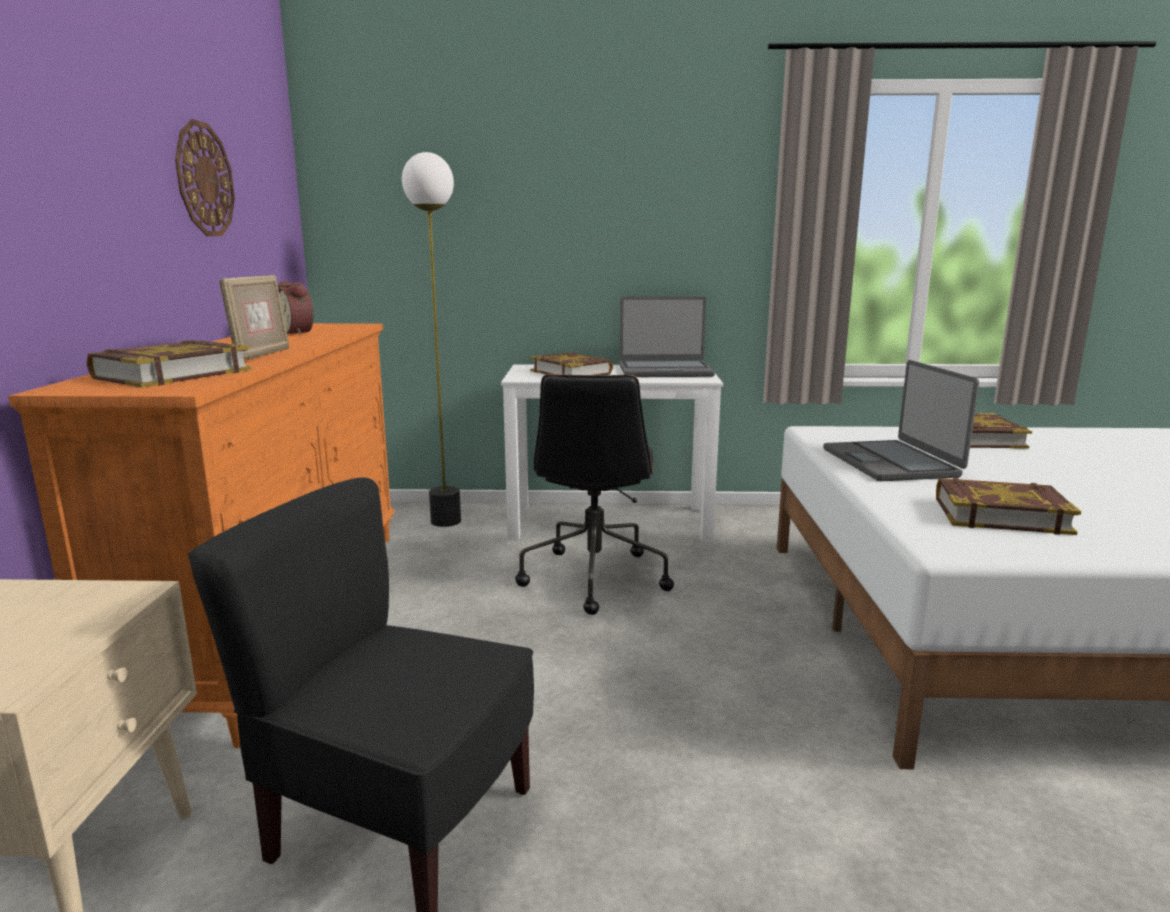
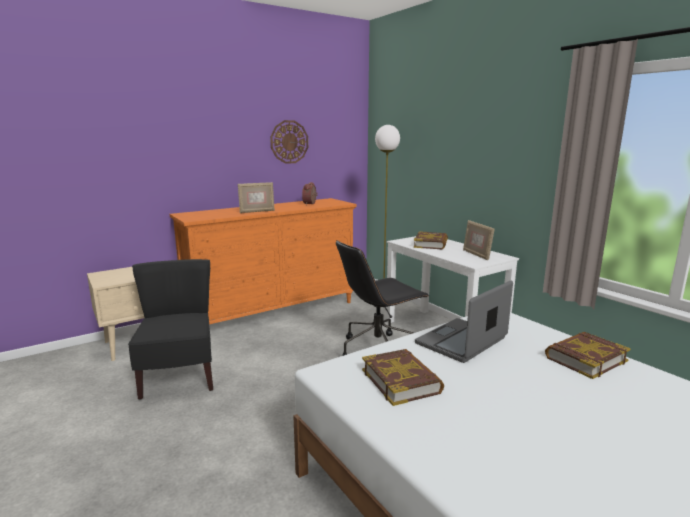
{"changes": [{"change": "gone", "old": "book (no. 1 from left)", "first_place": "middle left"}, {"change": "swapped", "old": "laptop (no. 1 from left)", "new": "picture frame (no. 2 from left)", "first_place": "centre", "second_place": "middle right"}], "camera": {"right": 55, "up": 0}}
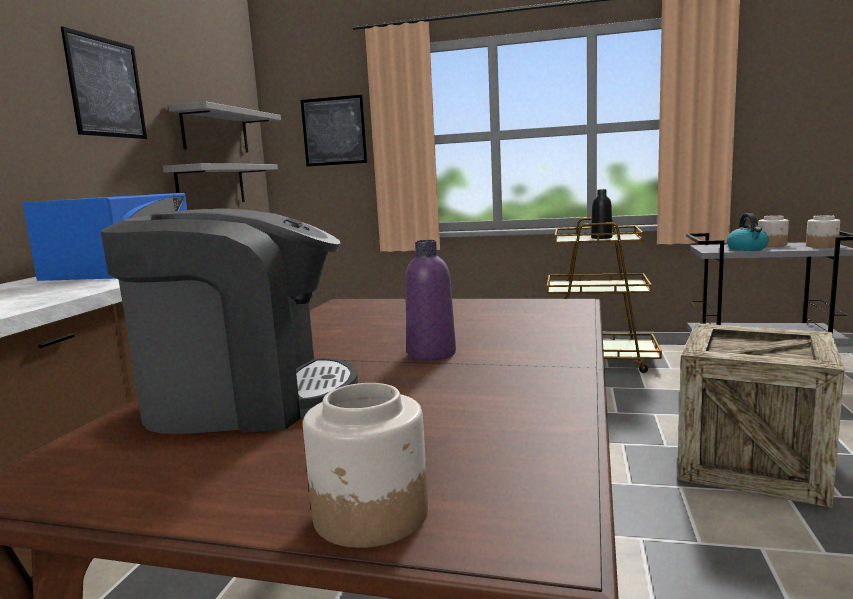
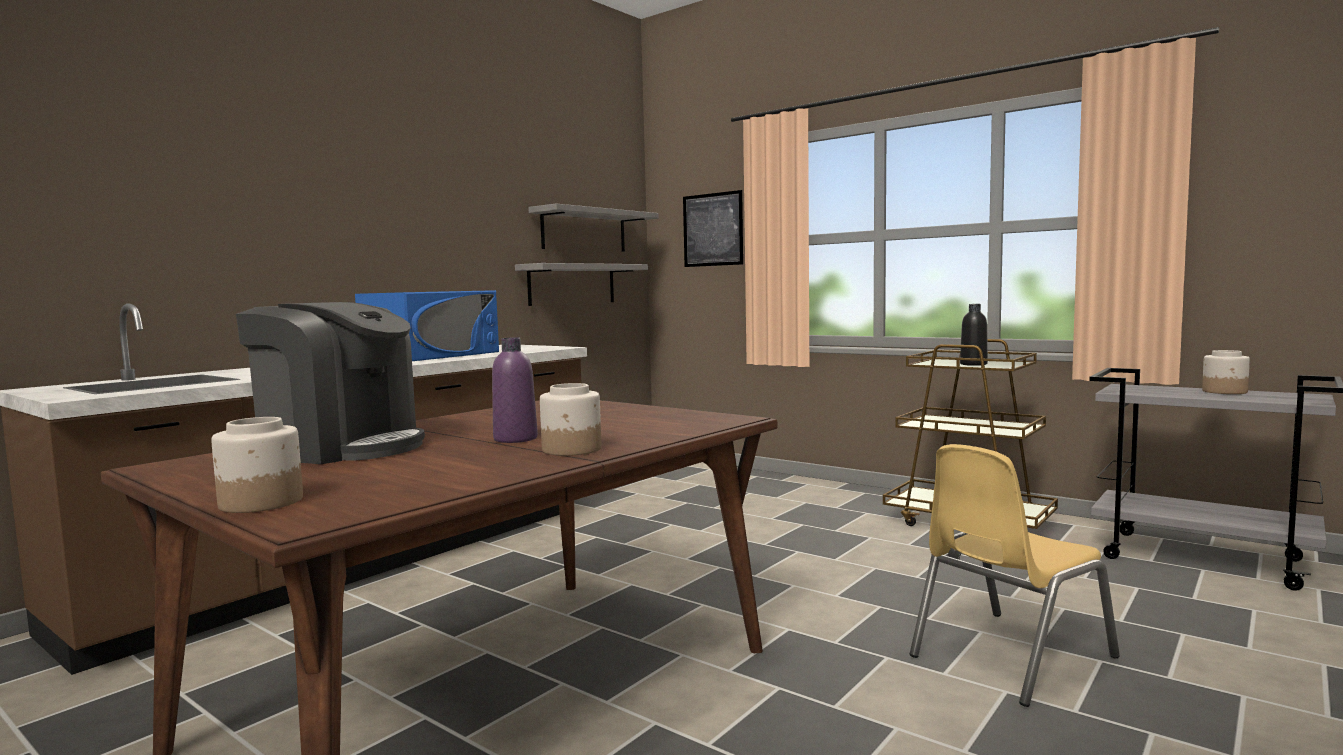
{"changes": [{"change": "gone", "old": "picture (no. 1 from left)", "first_place": "top left"}, {"change": "swapped", "old": "crate", "new": "yellow chair", "first_place": "bottom right", "second_place": "bottom right"}, {"change": "gone", "old": "kettle", "first_place": "middle right"}, {"change": "shifted", "old": "jar (no. 3 from left in the first image)", "new": "jar (no. 2 from left)", "first_place": "middle right", "second_place": "centre"}], "camera": {"right": 25, "up": -5}}
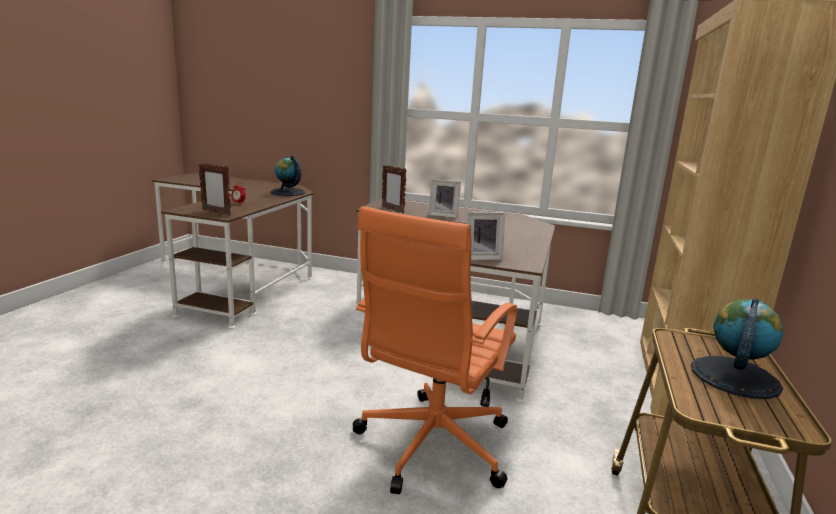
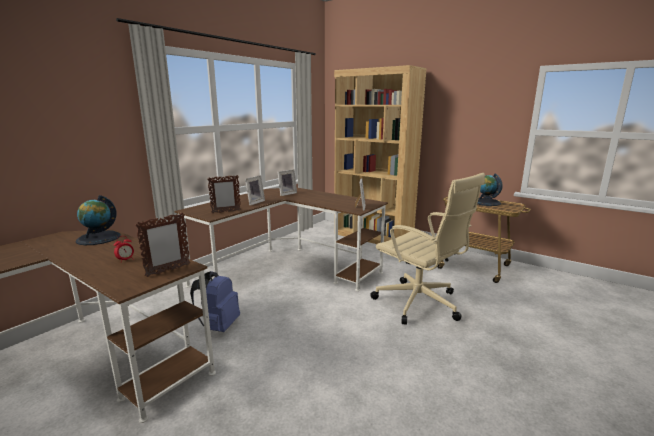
{"changes": [{"change": "repainted", "old": "orange office chair", "new": "beige office chair", "first_place": "bottom centre", "second_place": "centre"}, {"change": "new", "new": "blue backpack", "second_place": "bottom left"}, {"change": "new", "new": "picture frame (no. 4 from left)", "second_place": "centre"}], "camera": {"right": -70, "up": 0}}
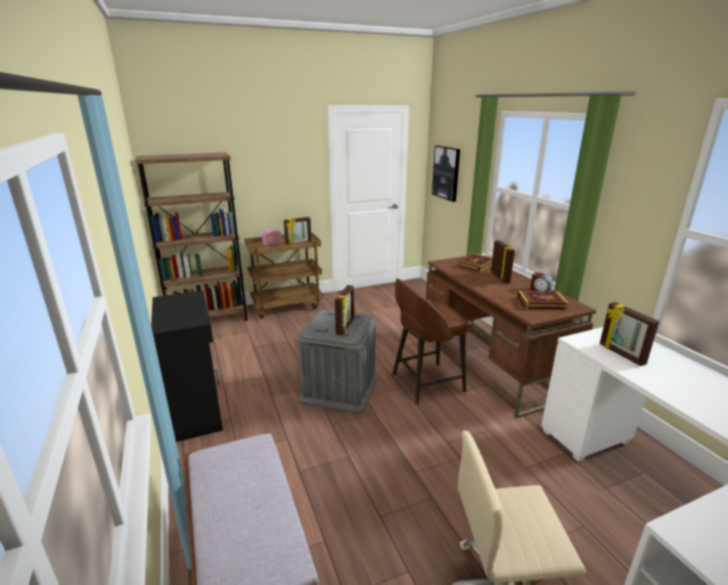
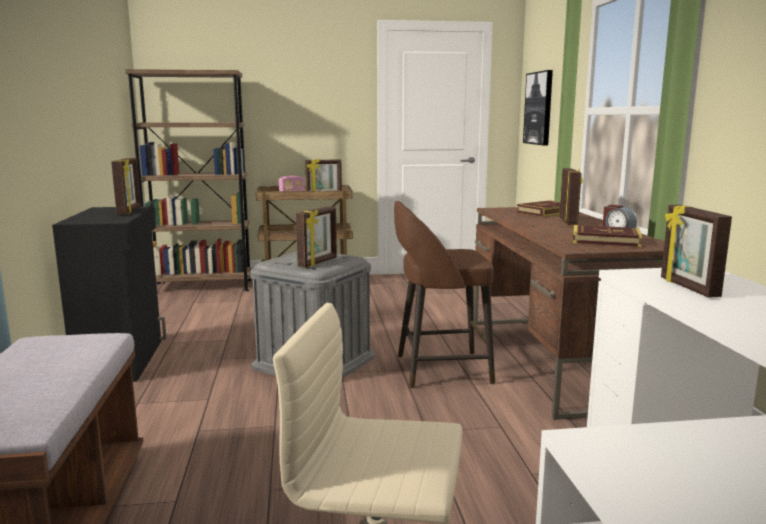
{"changes": [{"change": "new", "new": "picture frame (no. 1 from left)", "second_place": "middle left"}], "camera": {"right": 15, "up": -10}}
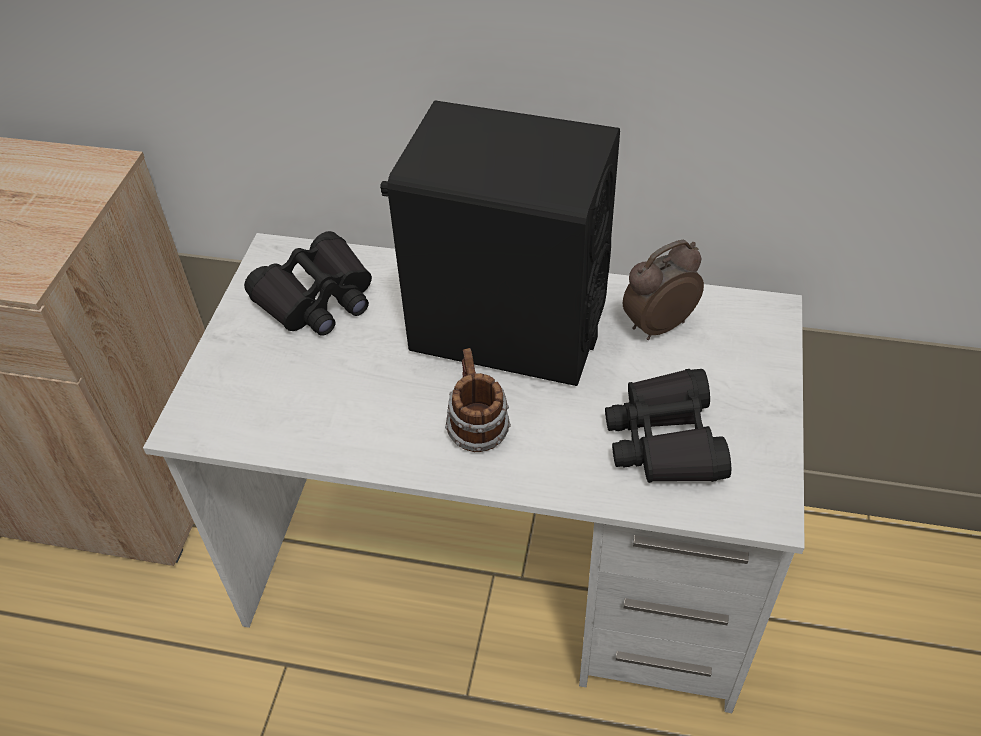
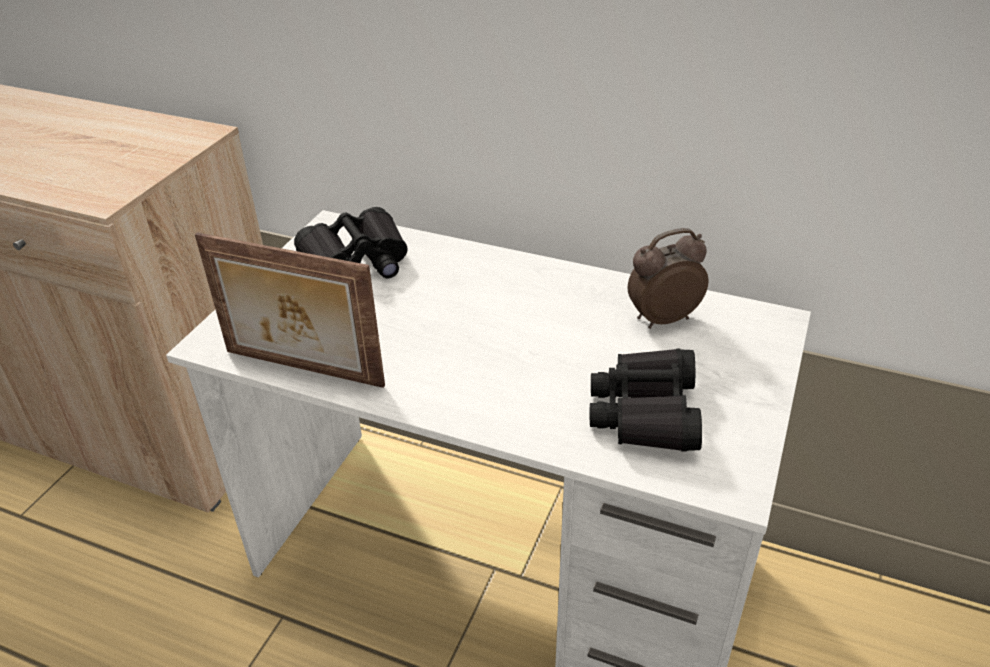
{"changes": [{"change": "gone", "old": "black speaker", "first_place": "top centre"}, {"change": "gone", "old": "mug", "first_place": "centre"}, {"change": "new", "new": "picture frame", "second_place": "middle left"}], "camera": {"right": 10, "up": -10}}
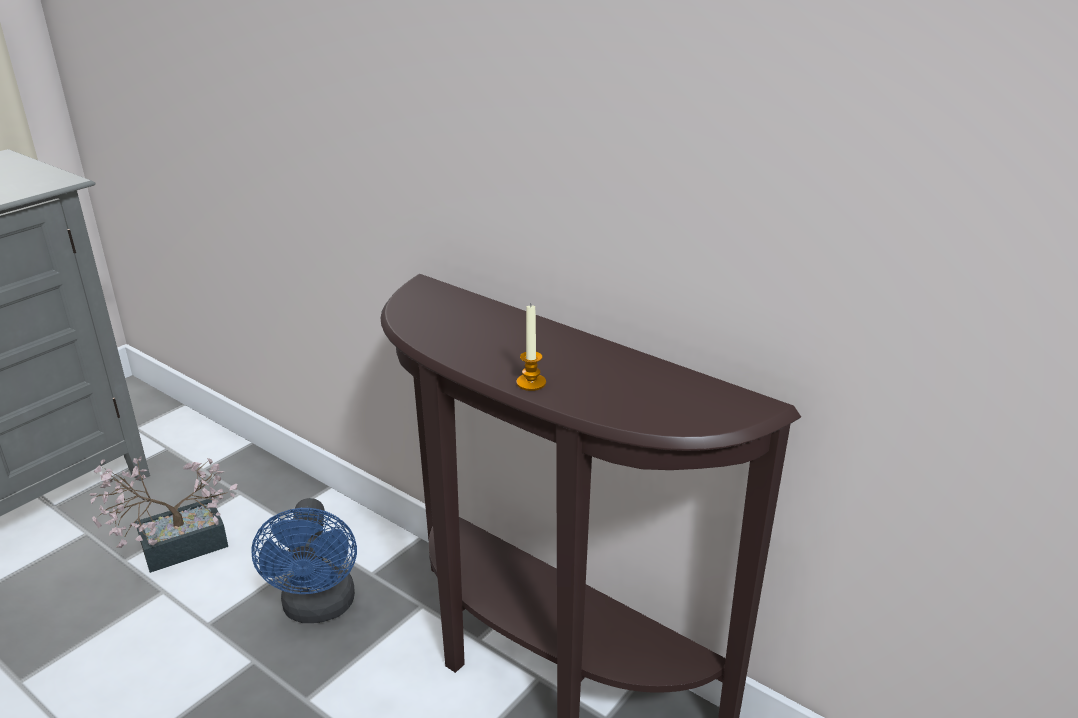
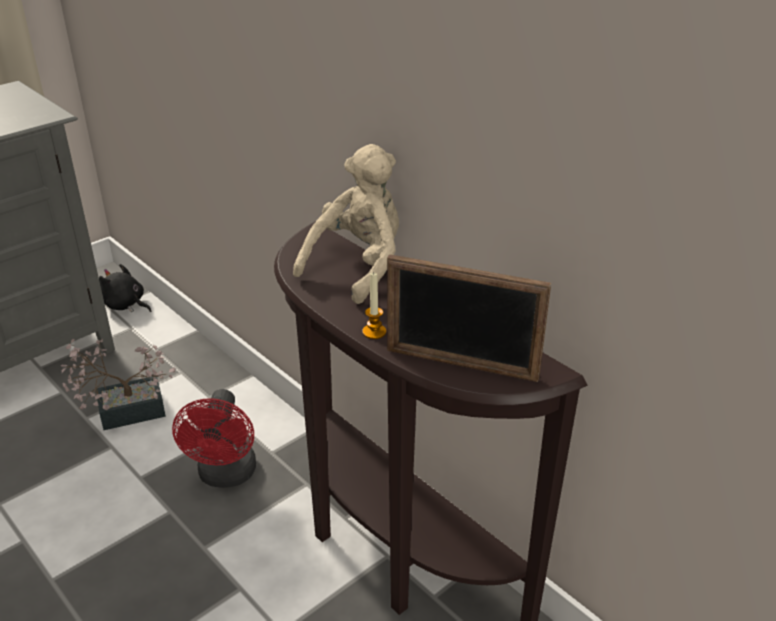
{"changes": [{"change": "repainted", "old": "blue fan", "new": "red fan", "first_place": "bottom left", "second_place": "bottom left"}, {"change": "new", "new": "black plush toy", "second_place": "middle left"}, {"change": "new", "new": "beige plush toy", "second_place": "centre"}, {"change": "new", "new": "picture frame", "second_place": "centre"}], "camera": {"right": 10, "up": 5}}
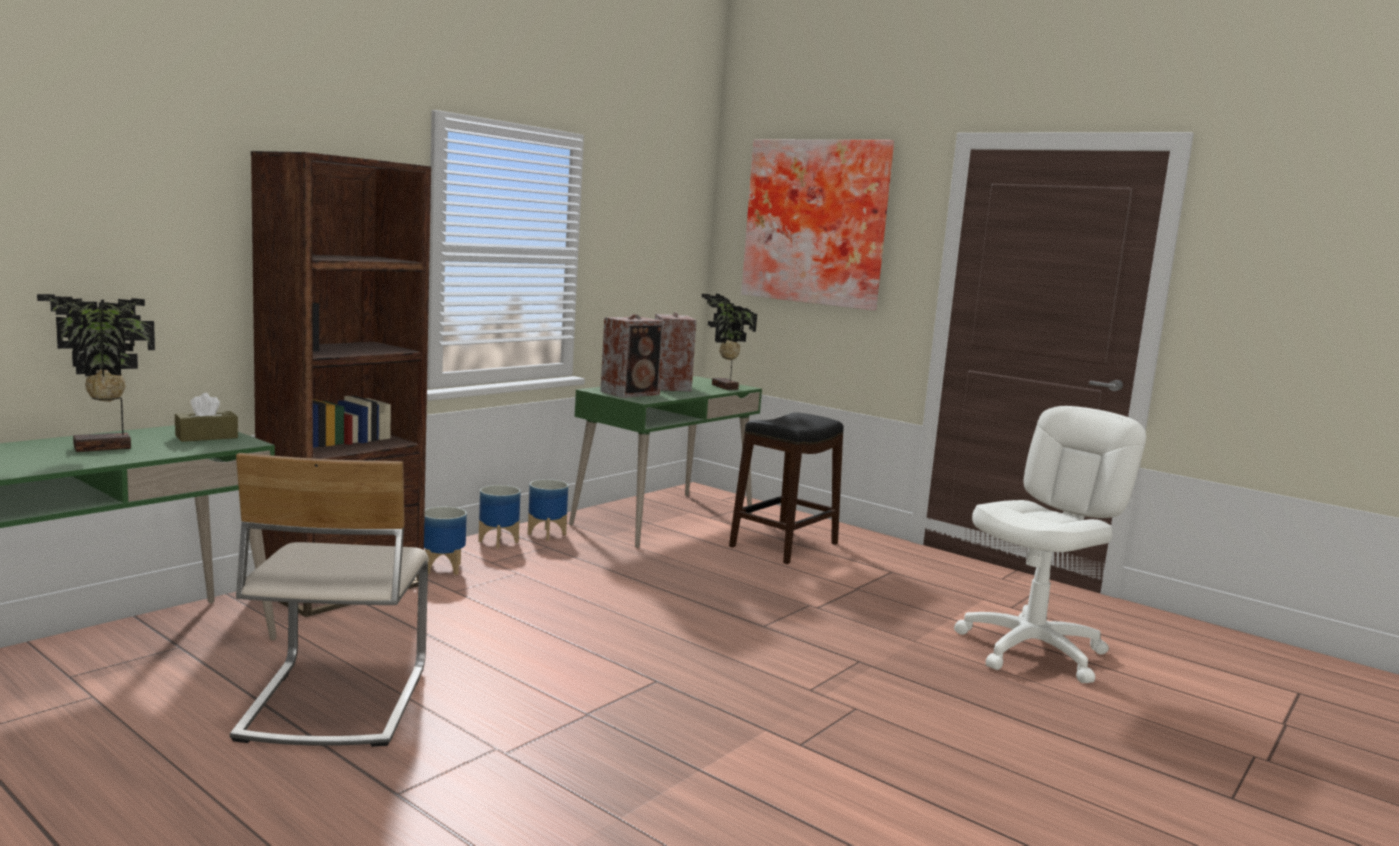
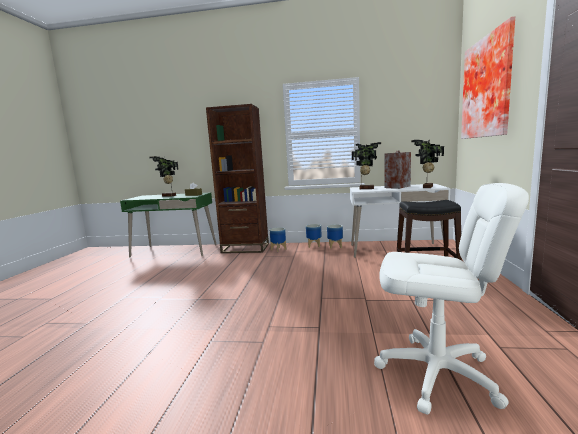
{"changes": [{"change": "gone", "old": "beige chair", "first_place": "bottom left"}, {"change": "repainted", "old": "green desk (no. 2 from left)", "new": "white desk", "first_place": "centre", "second_place": "middle right"}, {"change": "swapped", "old": "speaker (no. 1 from left)", "new": "potted plant (no. 2 from left)", "first_place": "centre", "second_place": "centre"}], "camera": {"right": 60, "up": 0}}
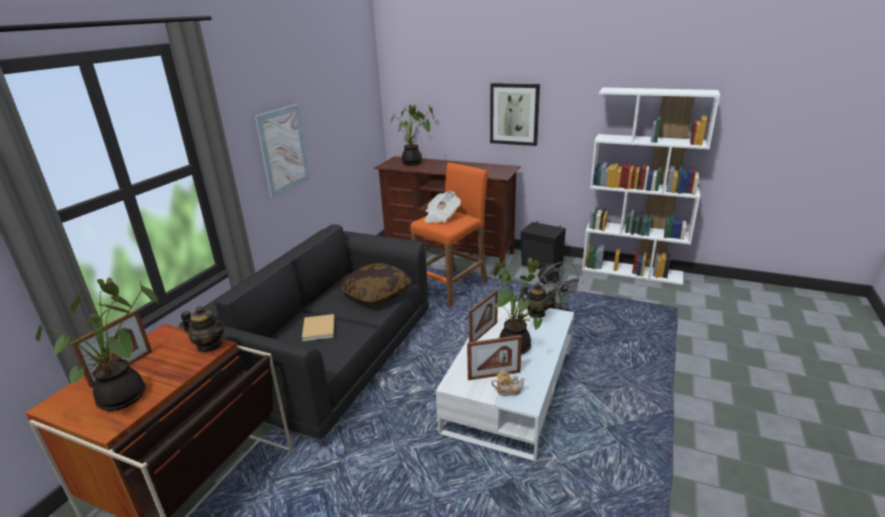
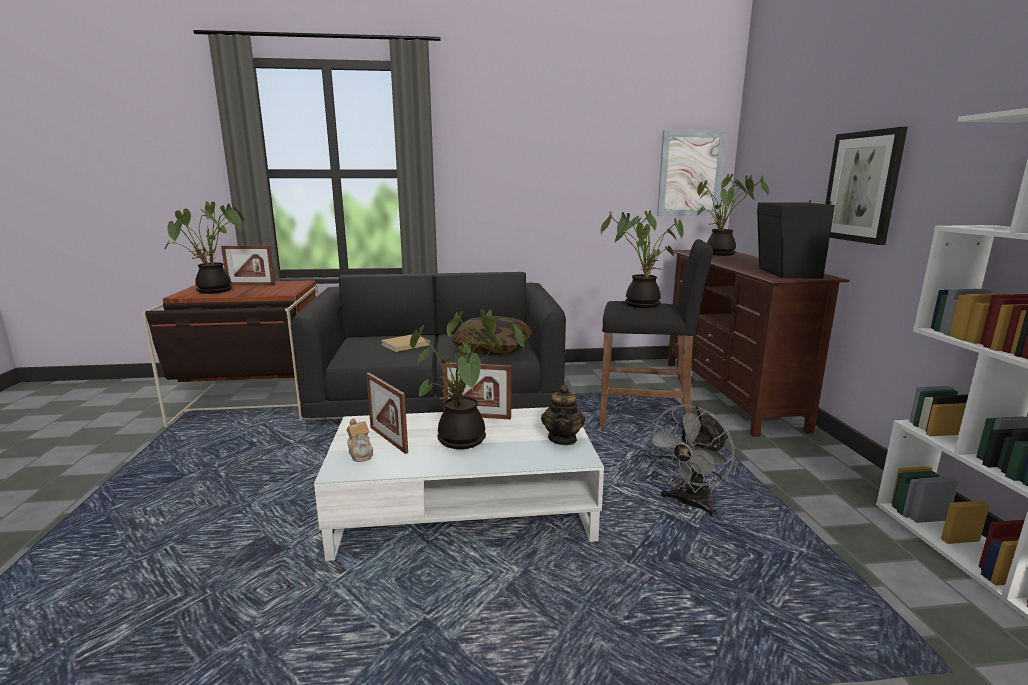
{"changes": [{"change": "gone", "old": "teapot (no. 1 from left)", "first_place": "middle left"}, {"change": "shifted", "old": "picture (no. 1 from left)", "first_place": "top left", "second_place": "top right"}, {"change": "repainted", "old": "orange stool", "new": "black stool", "first_place": "centre", "second_place": "centre"}, {"change": "swapped", "old": "newspaper", "new": "potted plant (no. 3 from left)", "first_place": "centre", "second_place": "centre"}, {"change": "shifted", "old": "black speaker", "first_place": "centre", "second_place": "middle right"}], "camera": {"right": 60, "up": -10}}
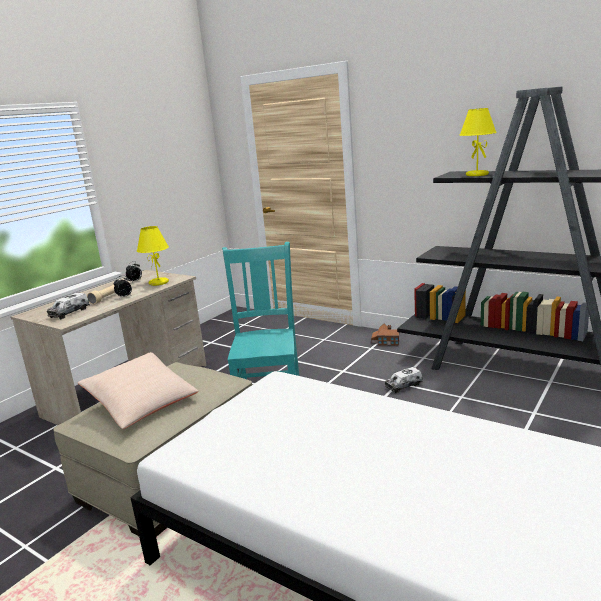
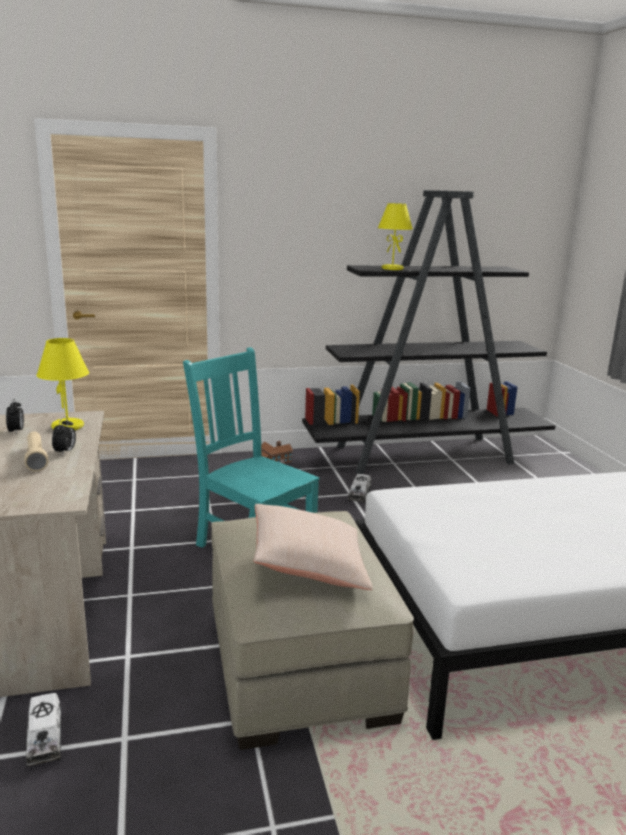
{"changes": [{"change": "shifted", "old": "toy truck (no. 1 from left)", "first_place": "middle left", "second_place": "bottom left"}], "camera": {"right": -50, "up": 0}}
